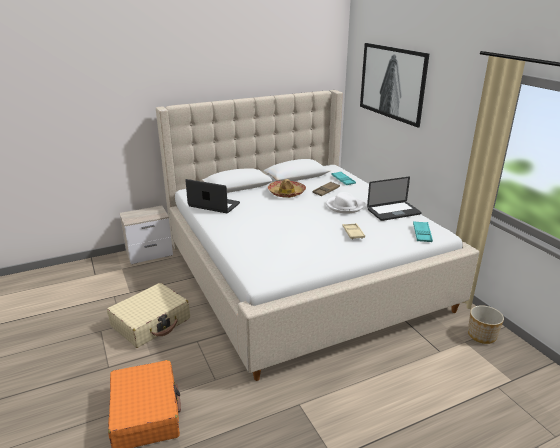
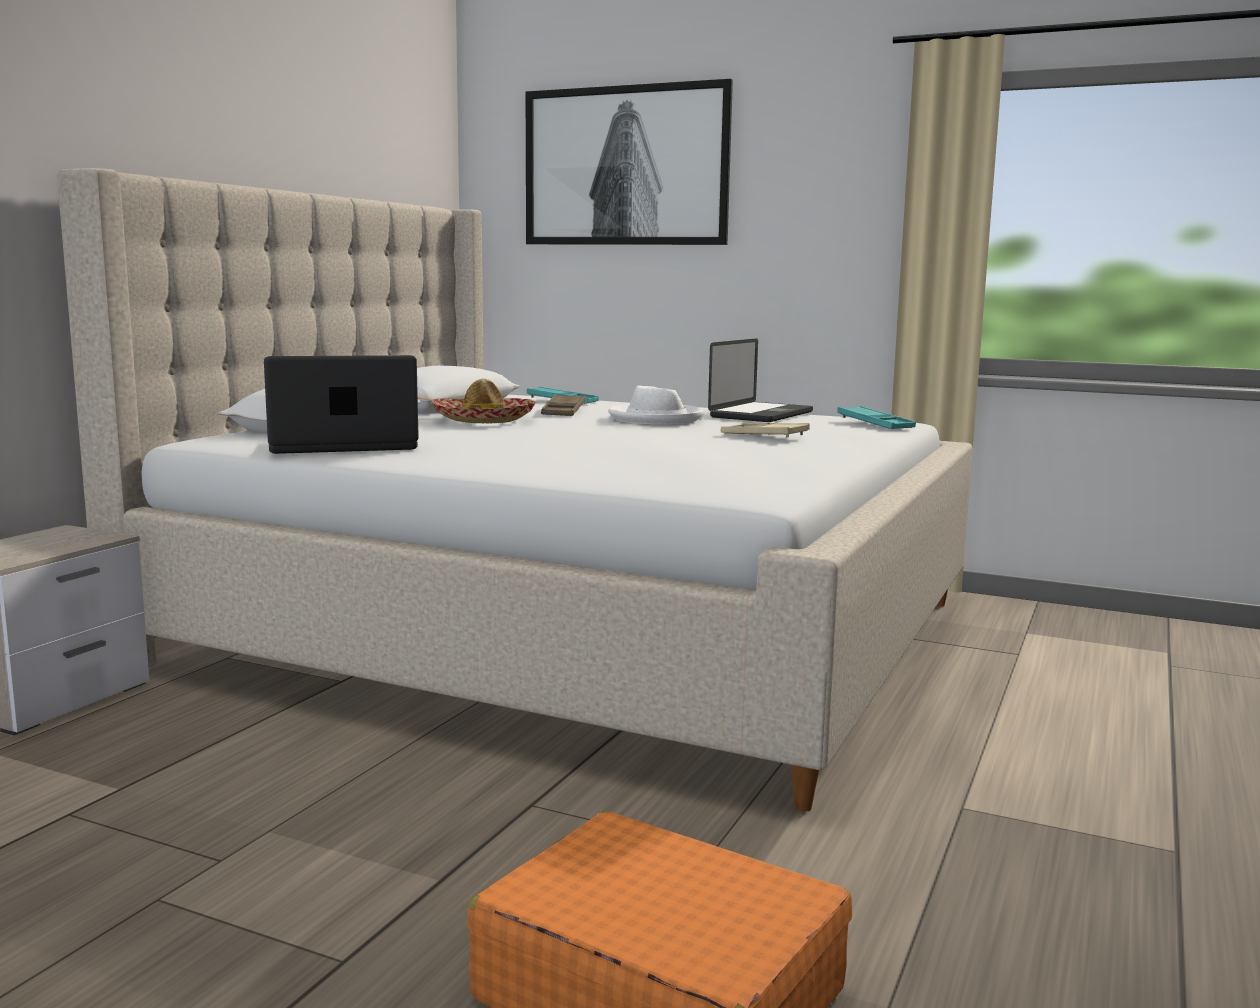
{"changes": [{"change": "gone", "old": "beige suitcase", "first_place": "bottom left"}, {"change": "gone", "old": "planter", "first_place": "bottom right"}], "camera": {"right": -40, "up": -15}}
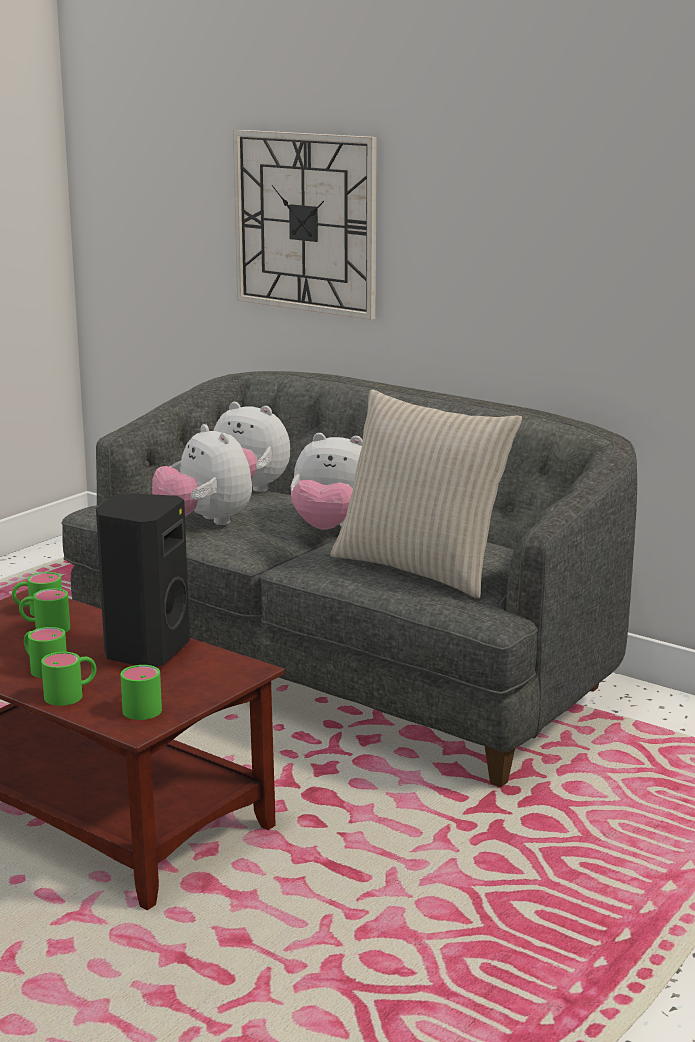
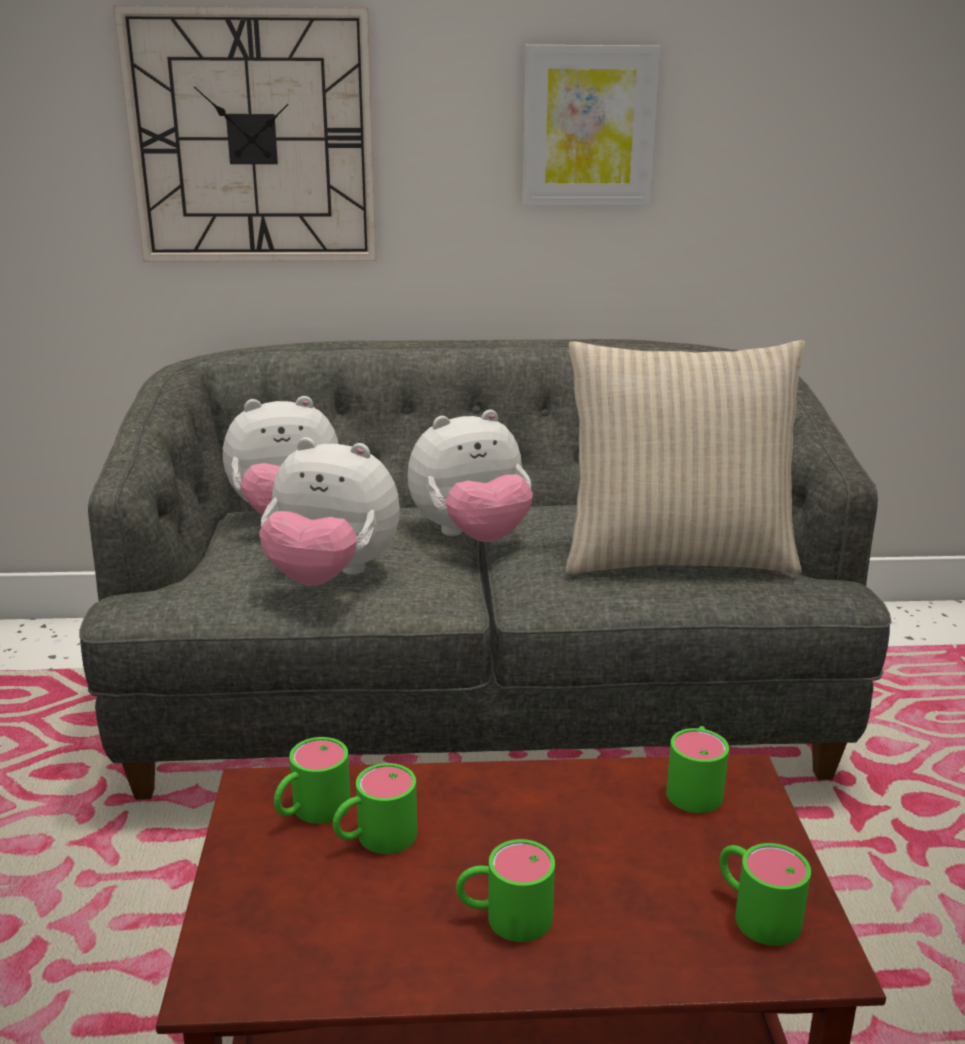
{"changes": [{"change": "shifted", "old": "green mug (no. 4 from left)", "first_place": "middle left", "second_place": "bottom right"}, {"change": "gone", "old": "black speaker", "first_place": "middle left"}, {"change": "new", "new": "picture", "second_place": "top centre"}], "camera": {"right": -40, "up": 5}}
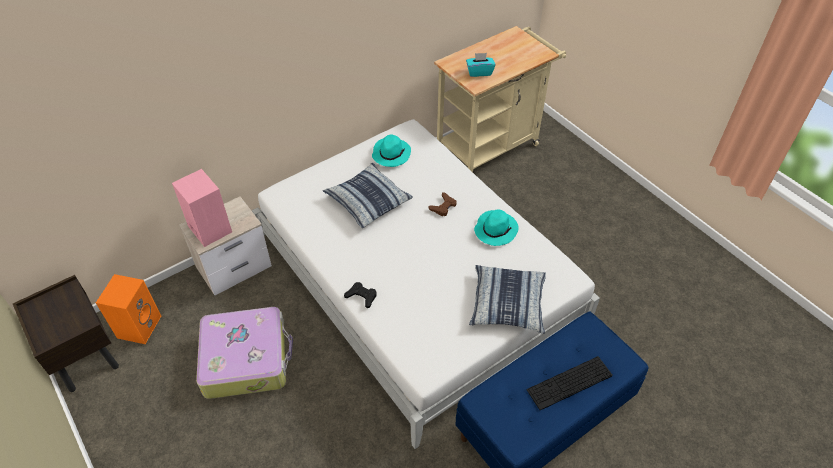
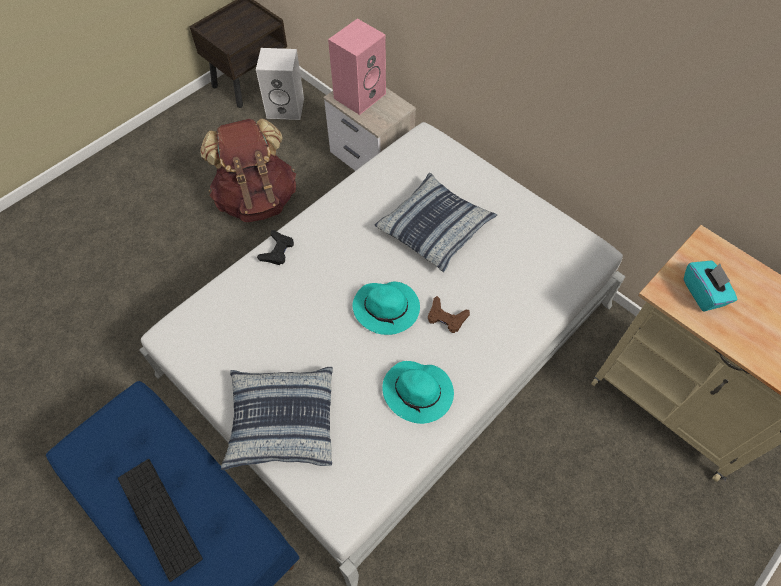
{"changes": [{"change": "repainted", "old": "orange speaker", "new": "white speaker", "first_place": "middle left", "second_place": "top centre"}, {"change": "swapped", "old": "suitcase", "new": "brown backpack", "first_place": "bottom left", "second_place": "top left"}, {"change": "shifted", "old": "turquoise hat (no. 1 from left)", "first_place": "top centre", "second_place": "centre"}], "camera": {"right": 80, "up": 10}}
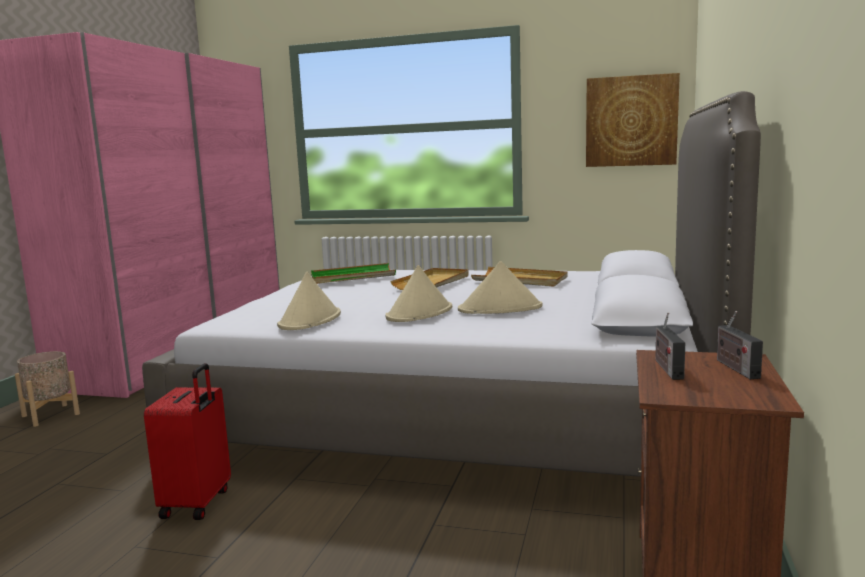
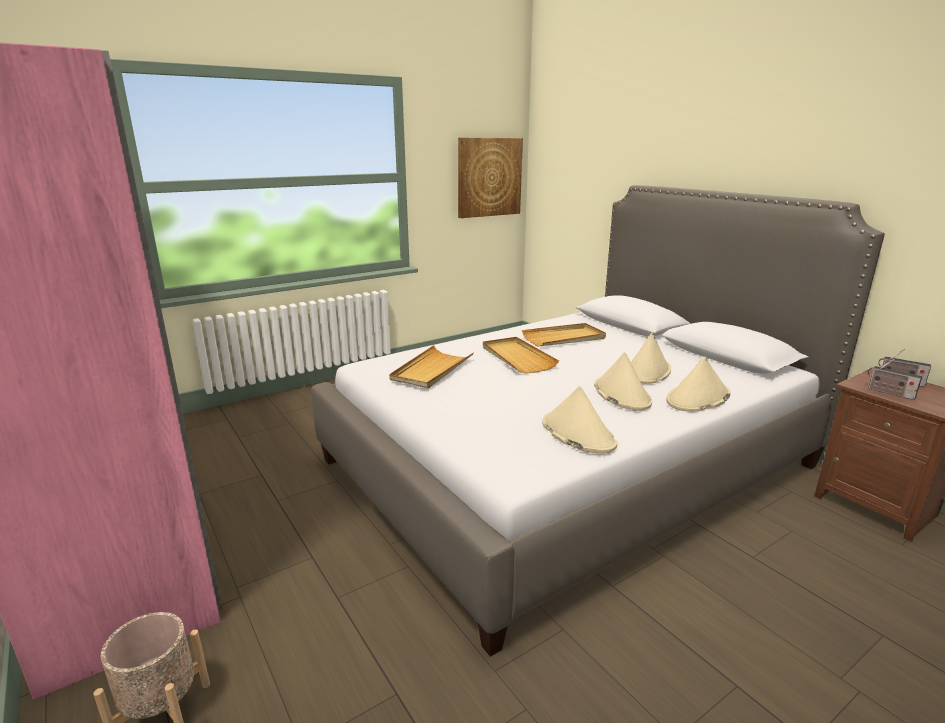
{"changes": [{"change": "gone", "old": "red suitcase", "first_place": "bottom left"}, {"change": "repainted", "old": "green tray", "new": "beige tray (no. 1 from left)", "first_place": "centre", "second_place": "centre"}, {"change": "new", "new": "beige hat (no. 4 from left)", "second_place": "middle right"}], "camera": {"right": -50, "up": 10}}
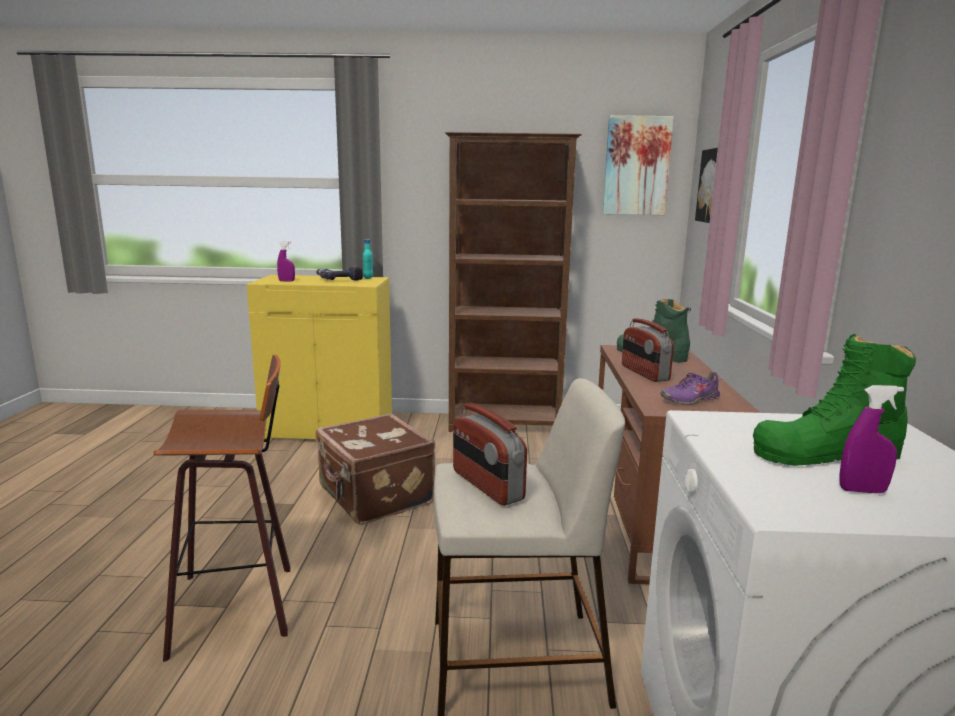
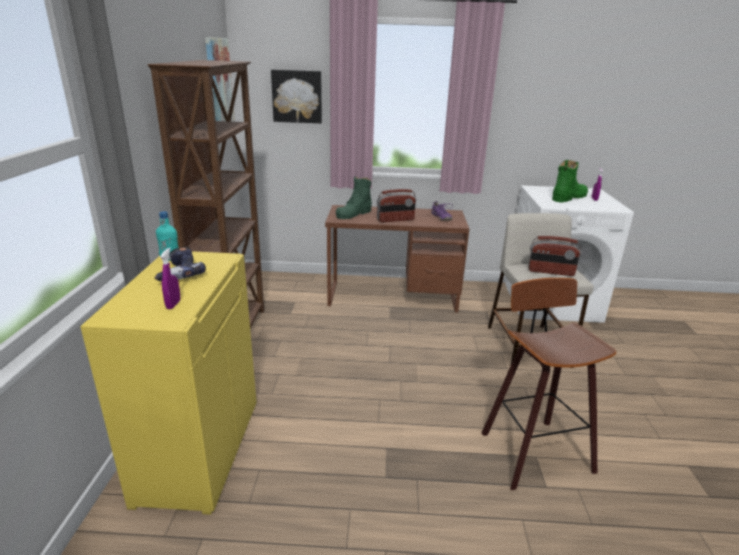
{"changes": [{"change": "gone", "old": "brown suitcase", "first_place": "centre"}, {"change": "rotated", "old": "radio (no. 1 from left in the first image)", "first_place": "centre", "second_place": "middle right", "degrees": 45}, {"change": "rotated", "old": "green boot (no. 2 from left)", "first_place": "middle right", "second_place": "top right", "degrees": -120}], "camera": {"right": -90, "up": 10}}
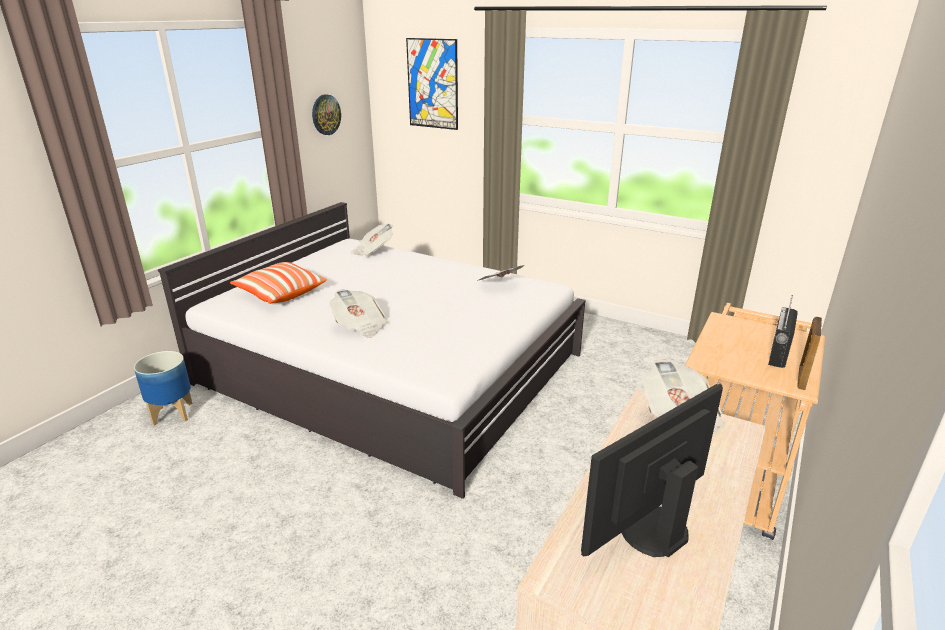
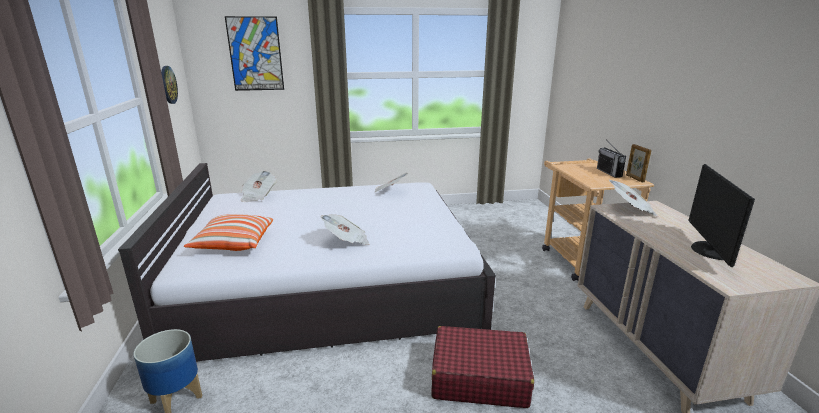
{"changes": [{"change": "new", "new": "red suitcase", "second_place": "bottom centre"}], "camera": {"right": -40, "up": -5}}
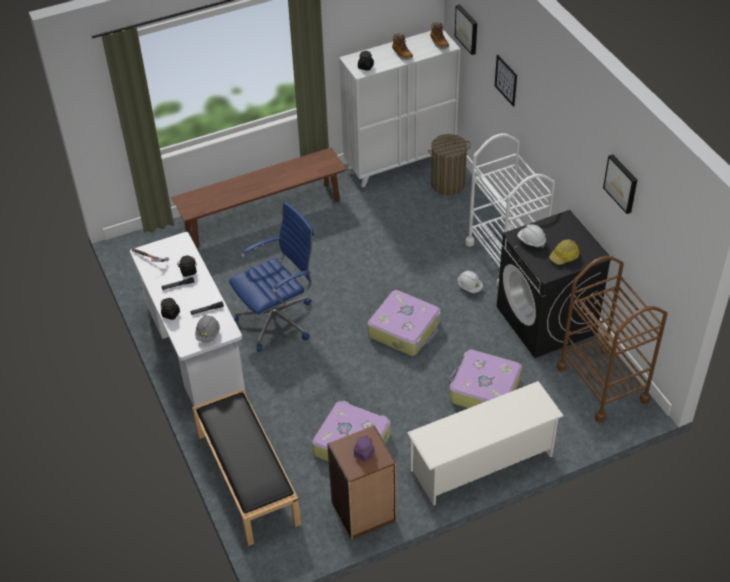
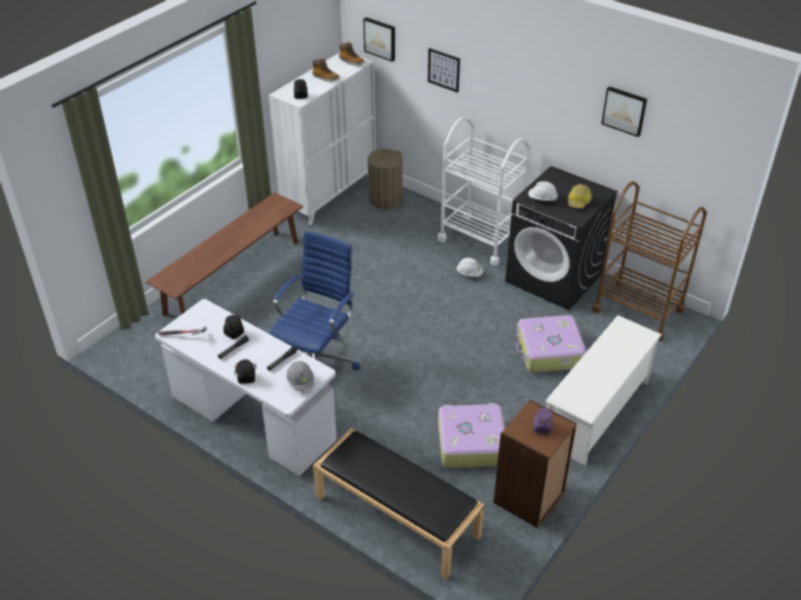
{"changes": [{"change": "gone", "old": "suitcase (no. 2 from left)", "first_place": "centre"}], "camera": {"right": -30, "up": -5}}
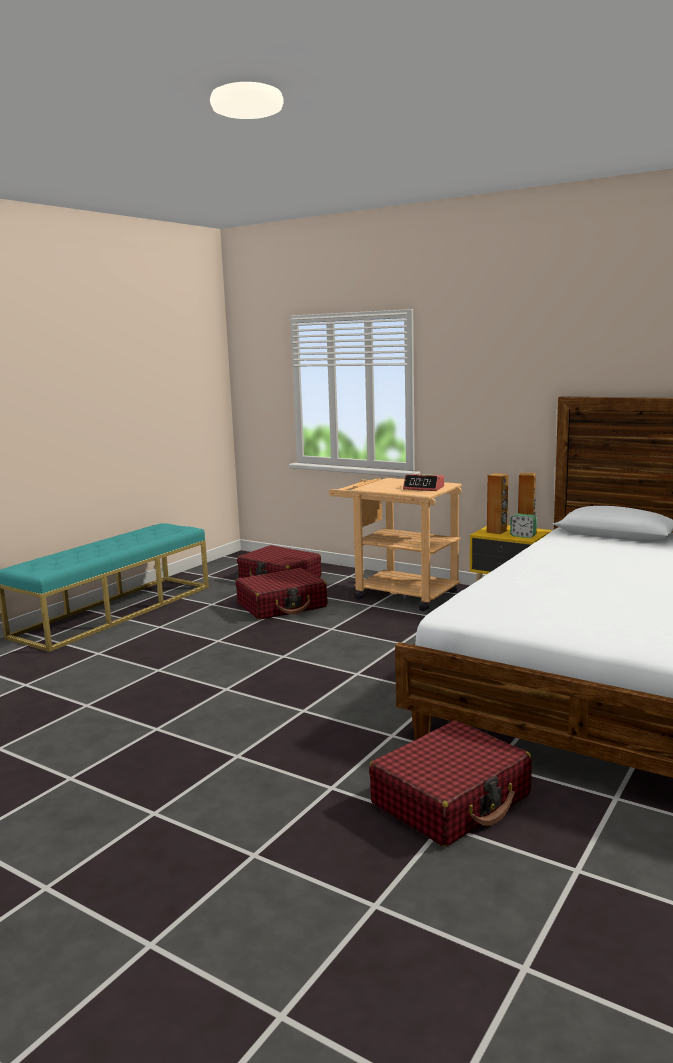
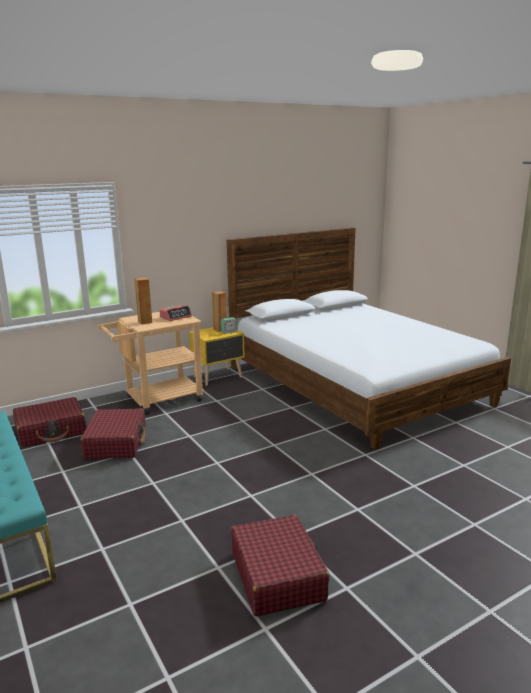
{"changes": [{"change": "shifted", "old": "red suitcase (no. 3 from left)", "first_place": "bottom right", "second_place": "bottom centre"}, {"change": "shifted", "old": "brown speaker (no. 1 from left)", "first_place": "middle right", "second_place": "middle left"}], "camera": {"right": -65, "up": 5}}
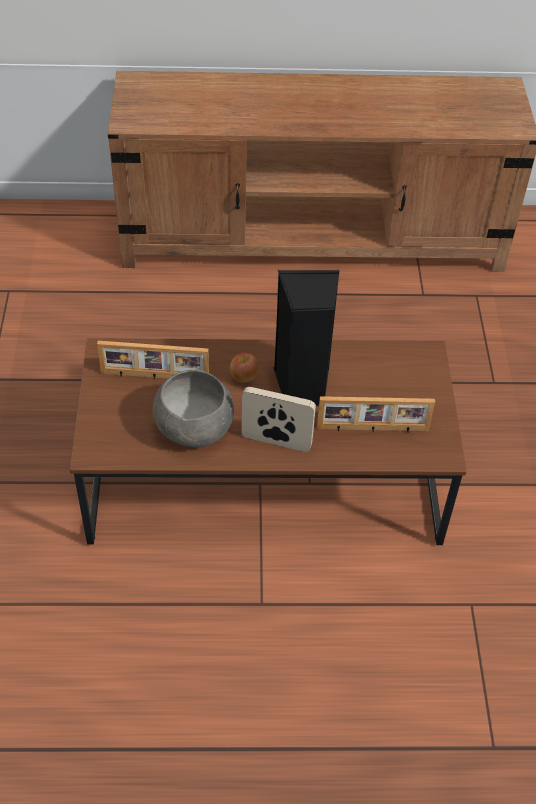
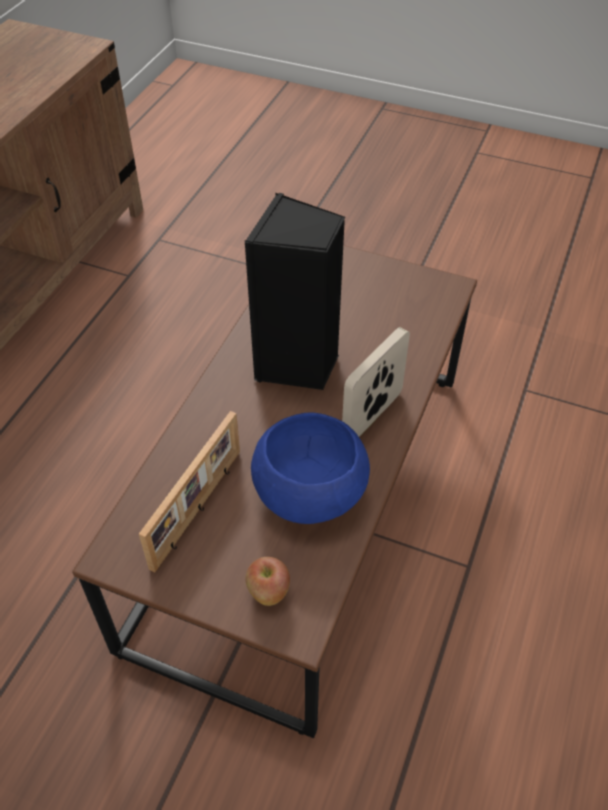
{"changes": [{"change": "repainted", "old": "grey bowl", "new": "blue bowl", "first_place": "centre", "second_place": "centre"}, {"change": "shifted", "old": "apple", "first_place": "centre", "second_place": "bottom centre"}, {"change": "gone", "old": "picture frame (no. 3 from left)", "first_place": "middle right"}], "camera": {"right": -65, "up": 0}}
